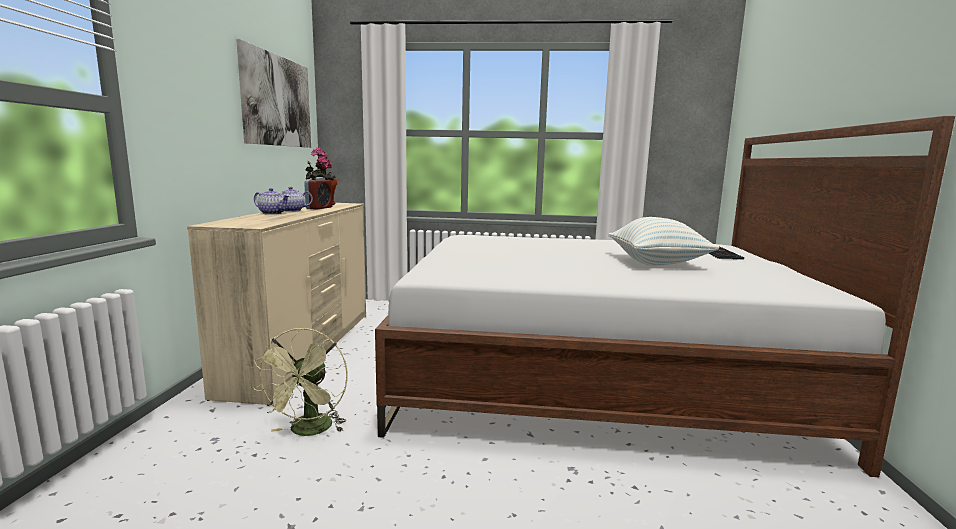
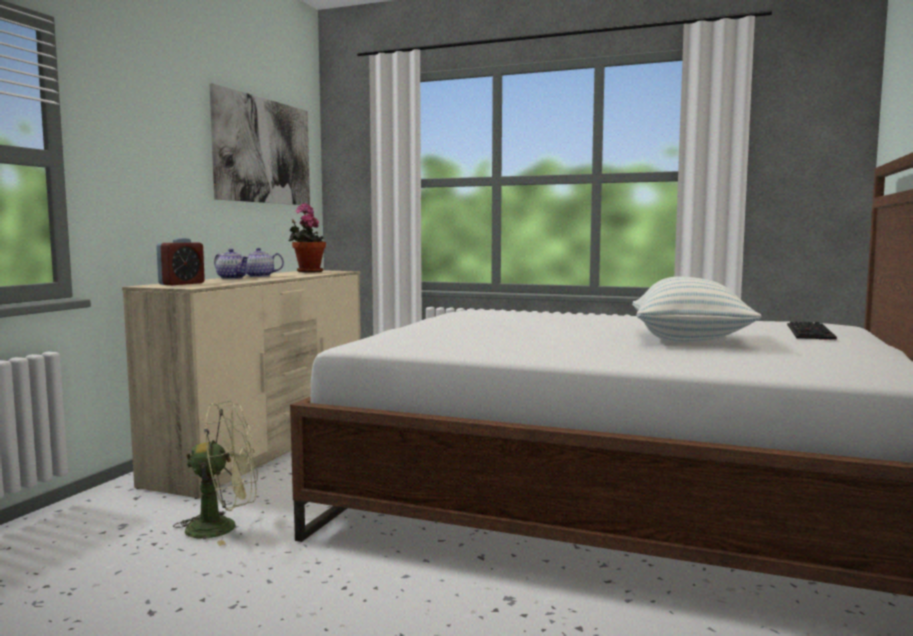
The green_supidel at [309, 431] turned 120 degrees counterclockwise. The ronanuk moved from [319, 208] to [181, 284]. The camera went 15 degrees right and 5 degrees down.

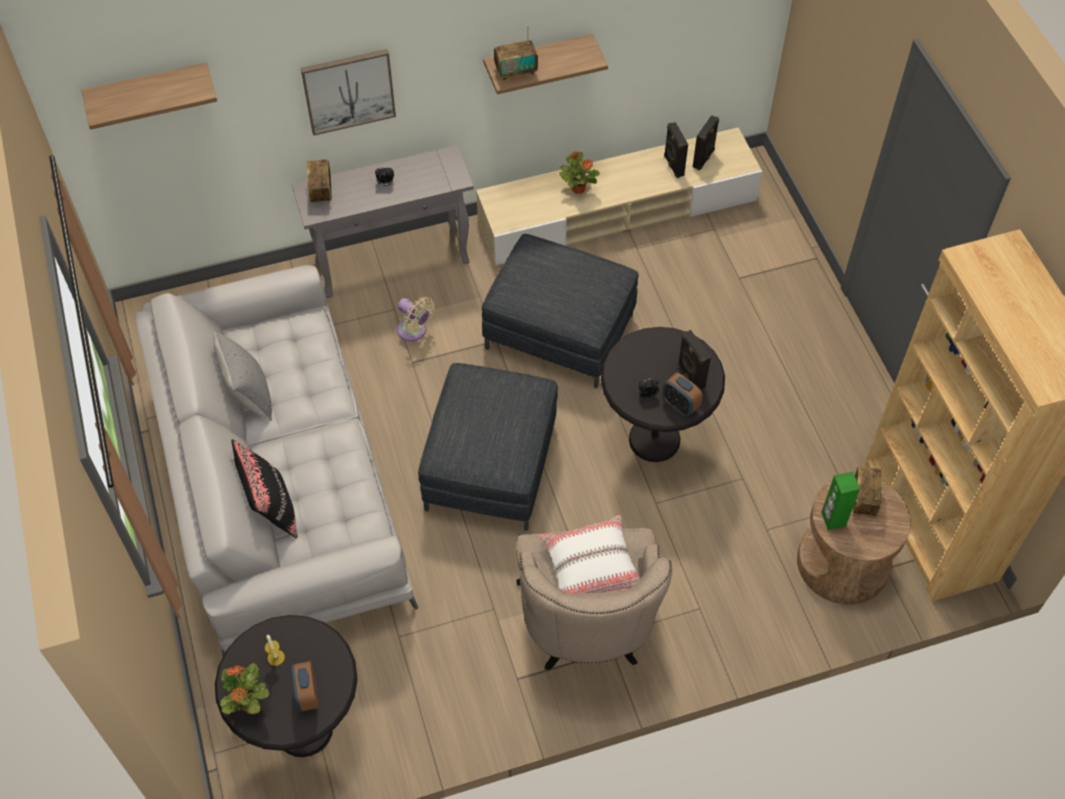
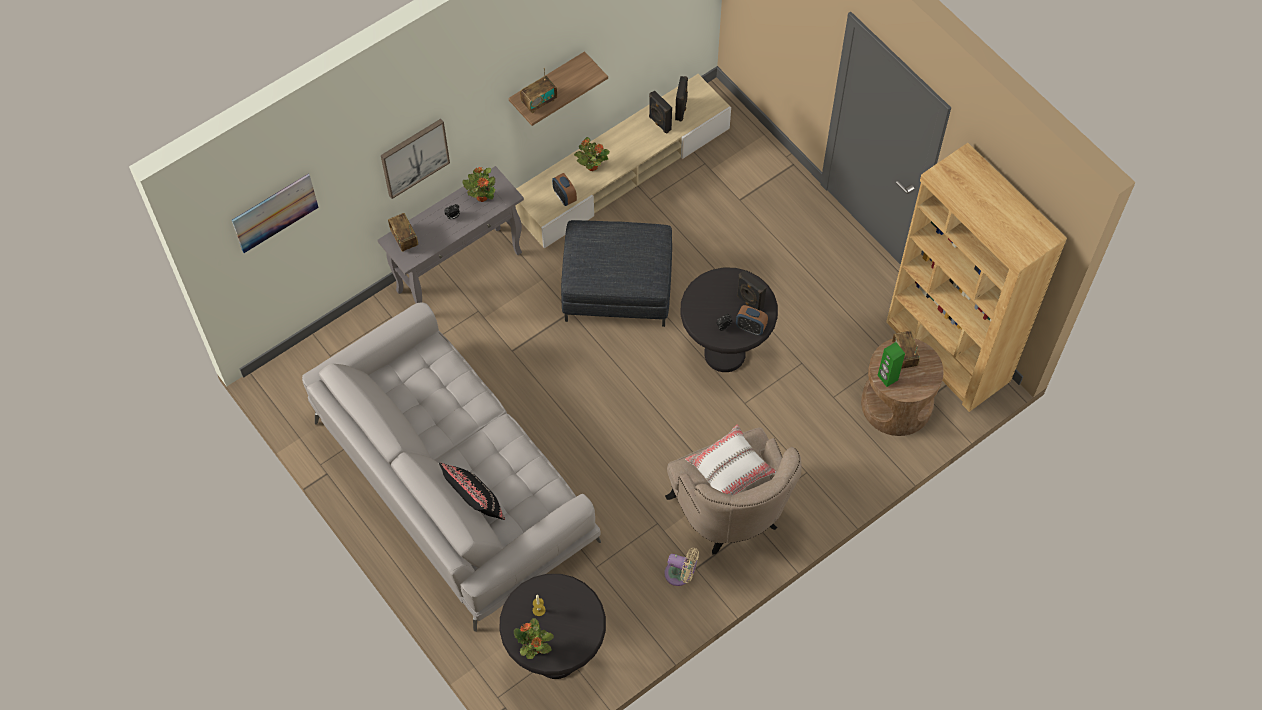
The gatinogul at [149, 91] was replaced by the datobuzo at [275, 212]. The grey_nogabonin at [249, 395] disappeared. The ronanuk moved from [307, 694] to [564, 197]. The beige_supidel moved from [414, 331] to [680, 574]. The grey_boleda at [490, 465] disappeared. The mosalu at [482, 196] appeared. The camera went 20 degrees left and 5 degrees up.

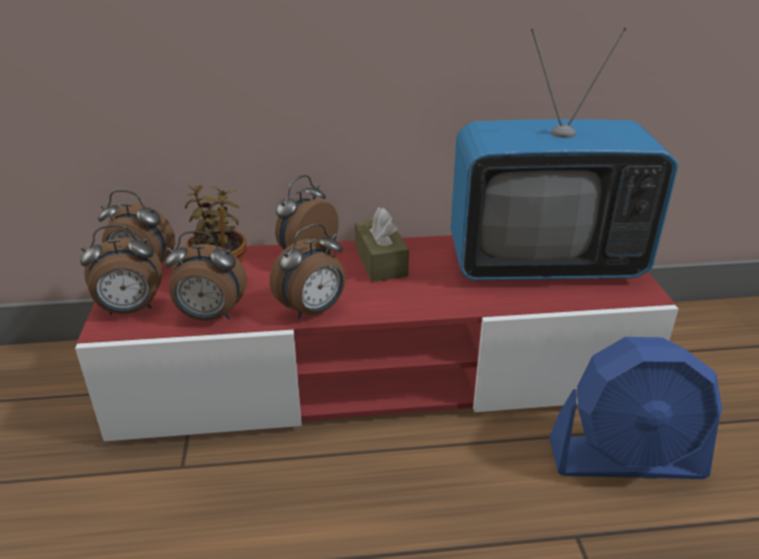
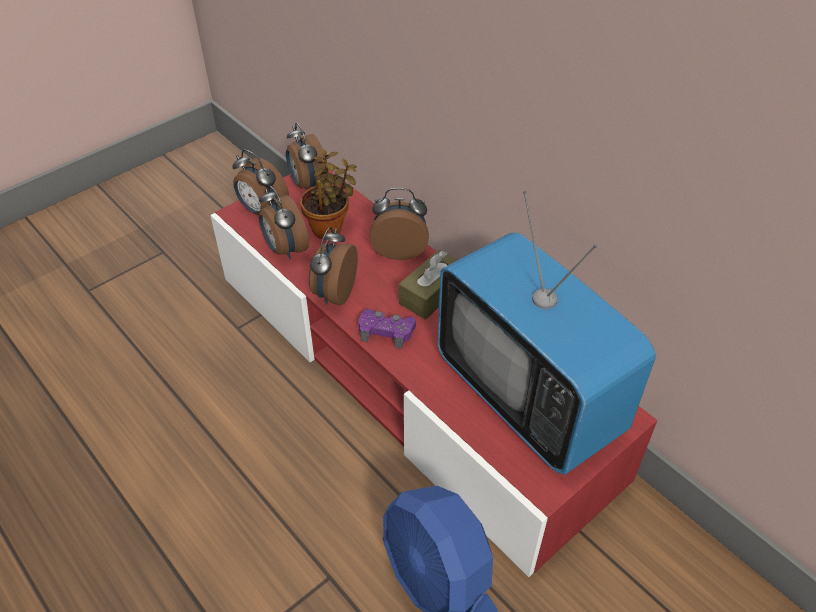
The ronanuk at [313, 310] turned 90 degrees clockwise. The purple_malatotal at [386, 332] appeared. The camera went 55 degrees right and 15 degrees up.

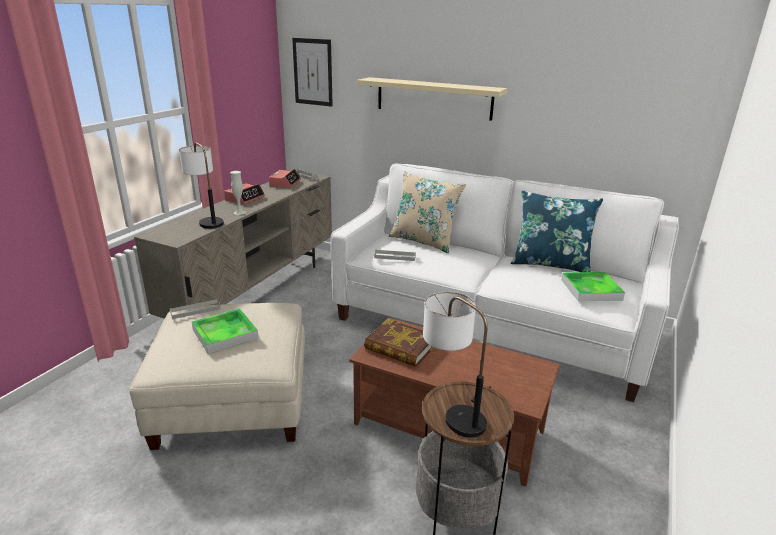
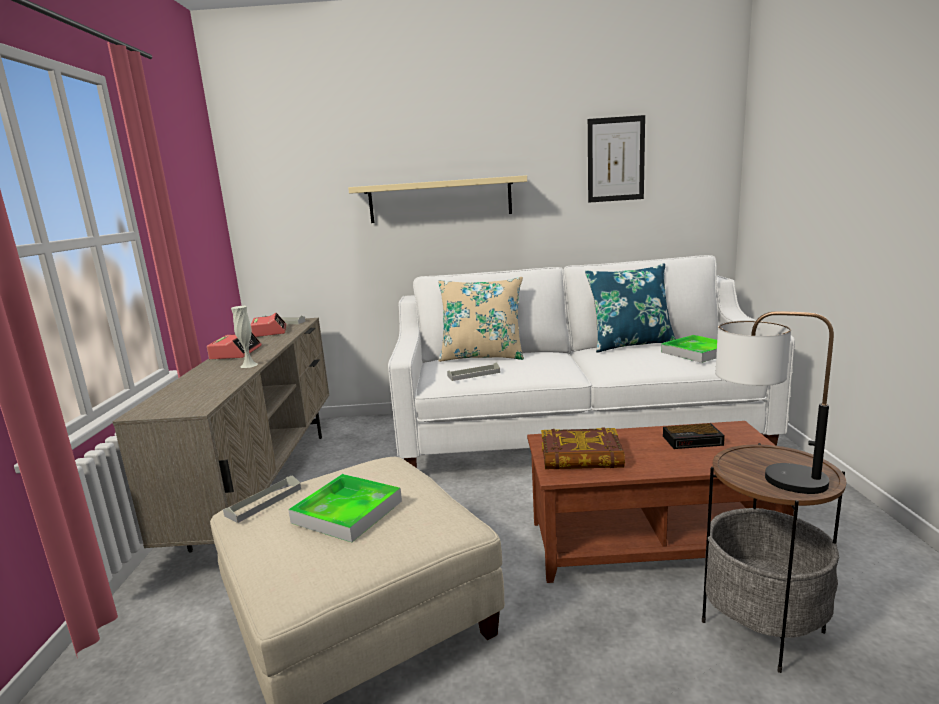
The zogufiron at [207, 220] disappeared. The datobuzo moved from [313, 72] to [615, 159]. The ronanuk at [693, 440] appeared. The camera went 25 degrees left and 10 degrees down.

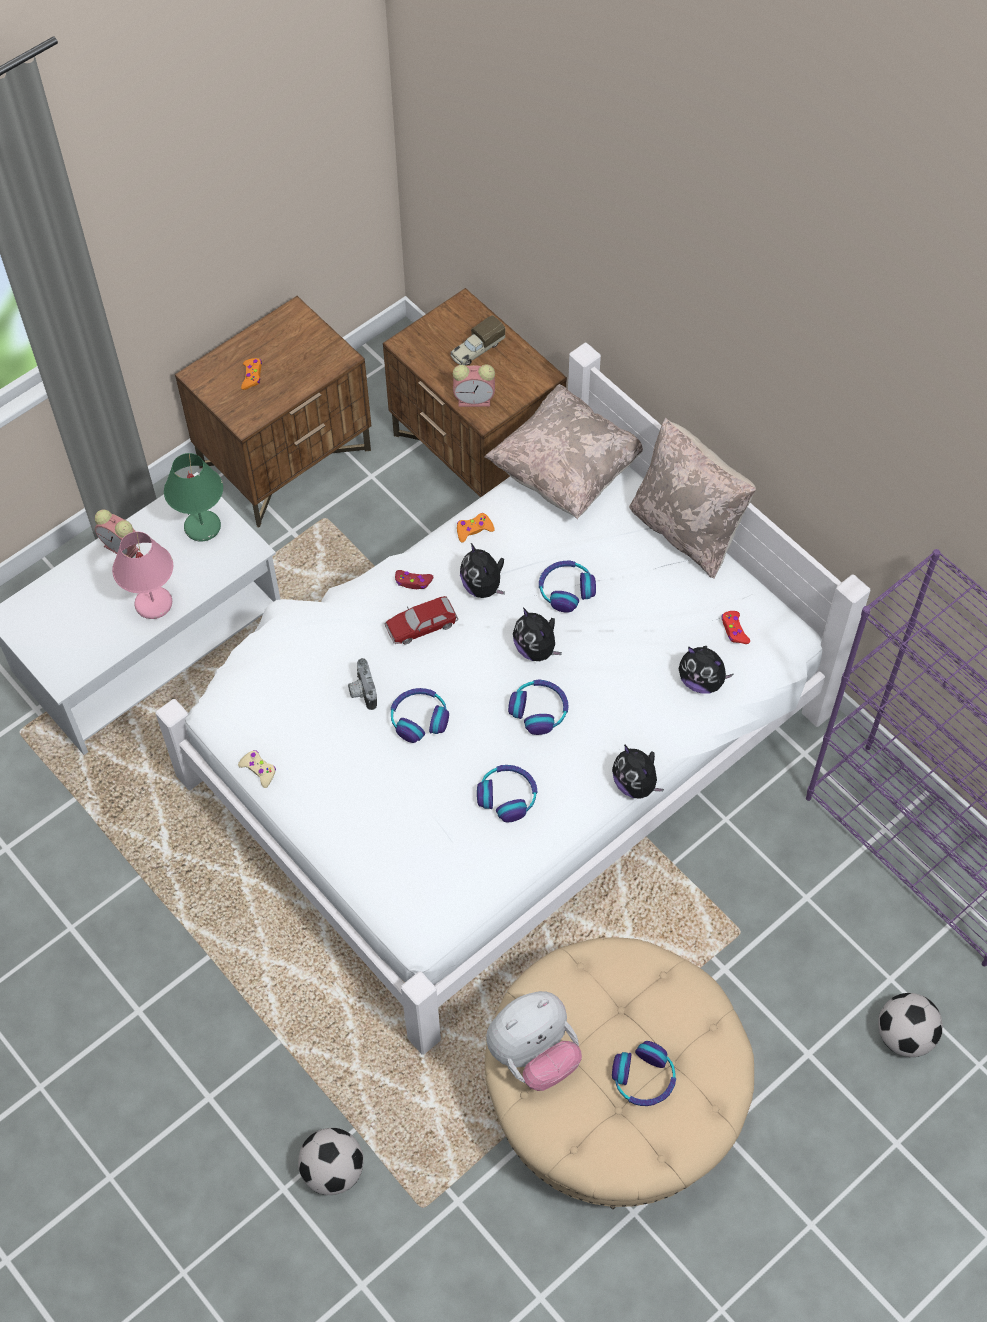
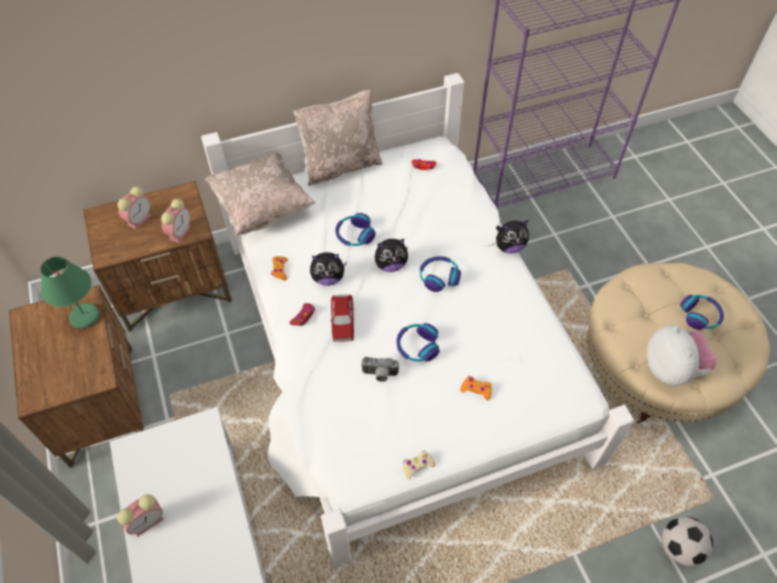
The pink_zogufiron at [153, 604] disappeared. The green_zogufiron moved from [202, 528] to [85, 317]. The orange_malatotal moved from [252, 376] to [476, 389]. The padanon at [476, 350] was replaced by the ronanuk at [140, 219]. The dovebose at [507, 796] disappeared. The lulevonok at [701, 681] disappeared. The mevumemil at [904, 1035] disappeared. The camera went 70 degrees left and 5 degrees down.

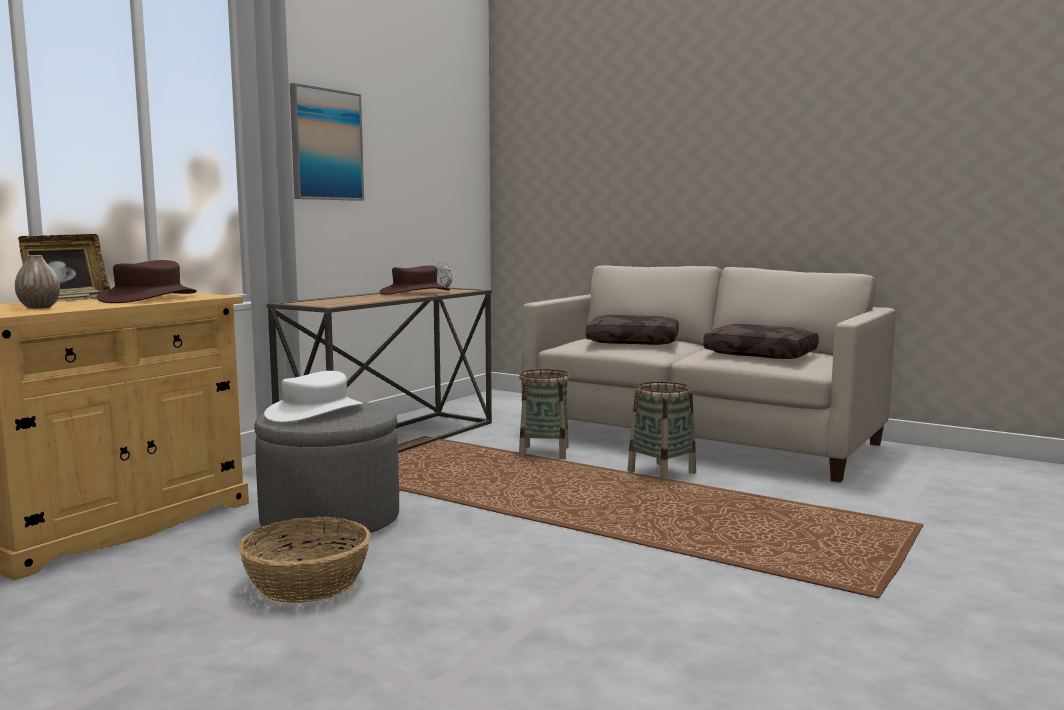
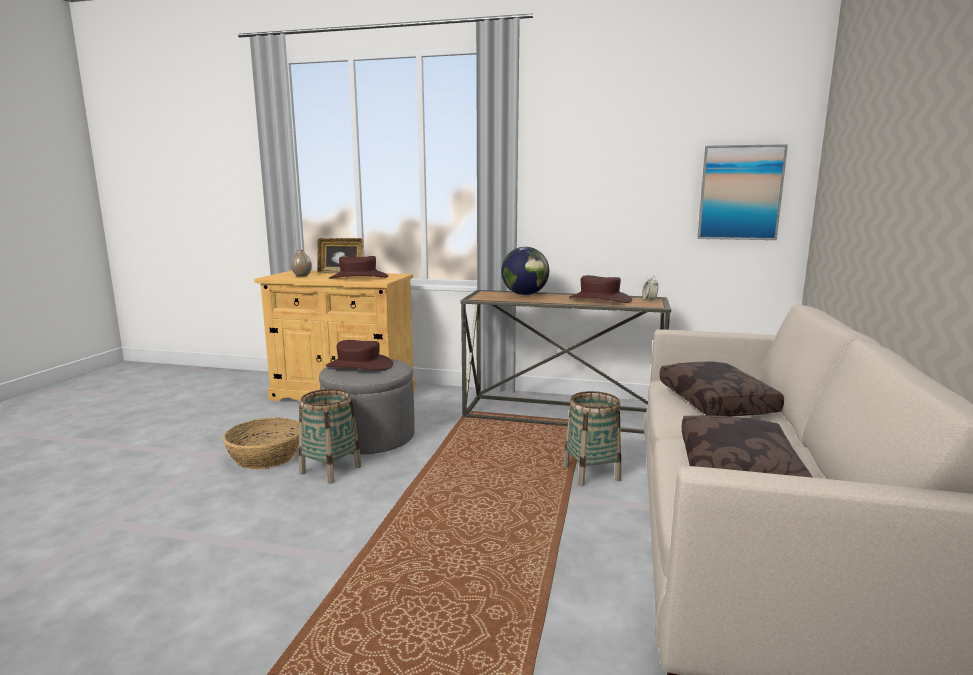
The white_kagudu at [315, 412] became the brown_kagudu at [359, 365]. The datobuzo moved from [326, 145] to [740, 193]. The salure moved from [661, 472] to [330, 470]. The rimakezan at [525, 294] appeared. The camera went 70 degrees right and 5 degrees up.

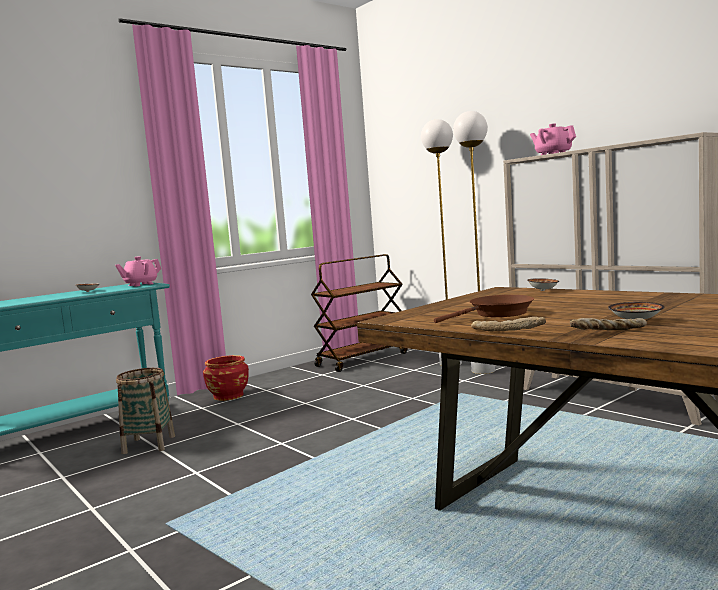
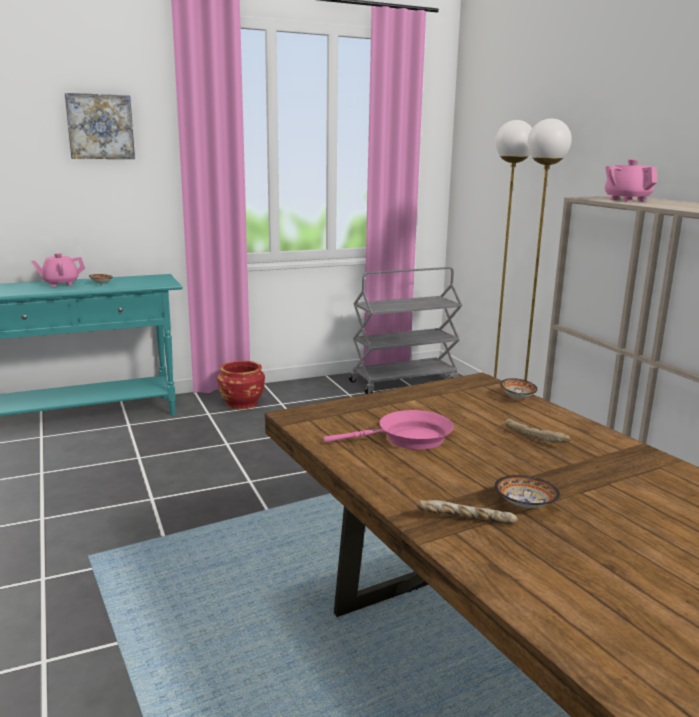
The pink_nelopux moved from [140, 284] to [60, 284]. The salure at [149, 444] disappeared. The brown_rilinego at [362, 359] became the grey_rilinego at [404, 381]. The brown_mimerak at [497, 314] became the pink_mimerak at [408, 439]. The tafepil moved from [507, 331] to [535, 438]. The datobuzo at [100, 127] appeared. The camera went 15 degrees right and 10 degrees up.

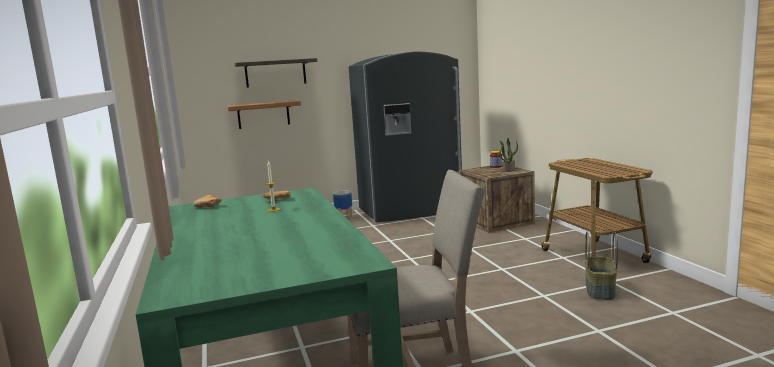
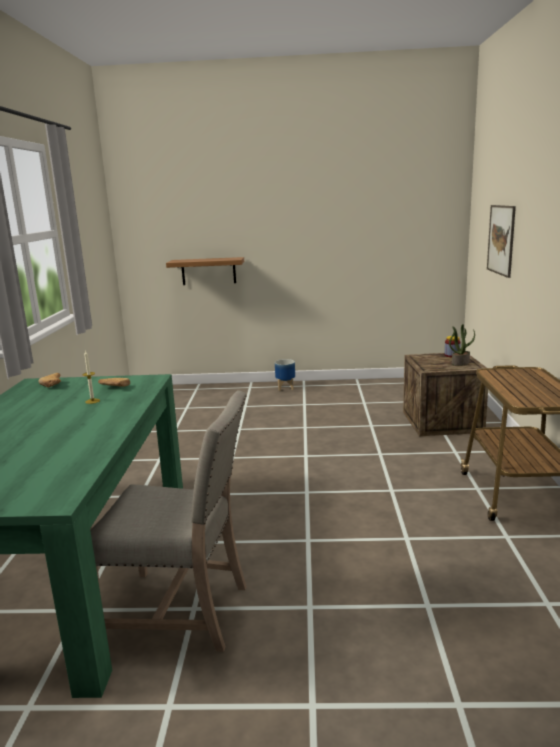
The gatinogul at [275, 73] disappeared. The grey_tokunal at [410, 210] disappeared. The salure at [599, 290] disappeared. The datobuzo at [501, 240] appeared. The camera went 20 degrees right and 5 degrees up.

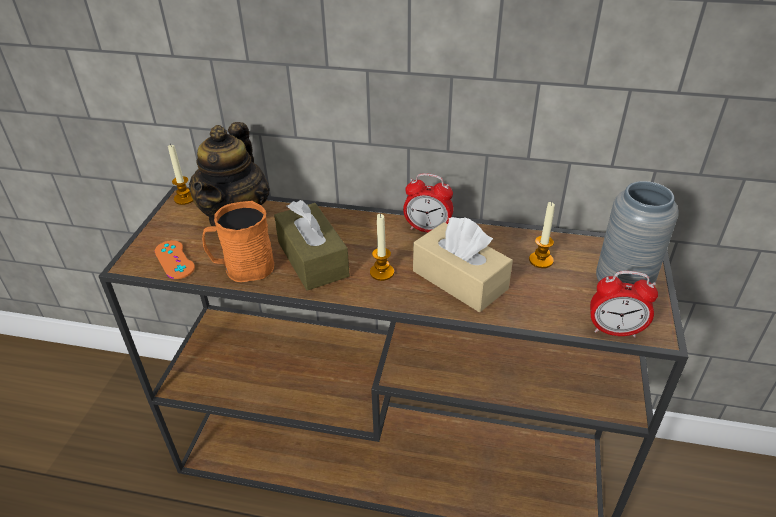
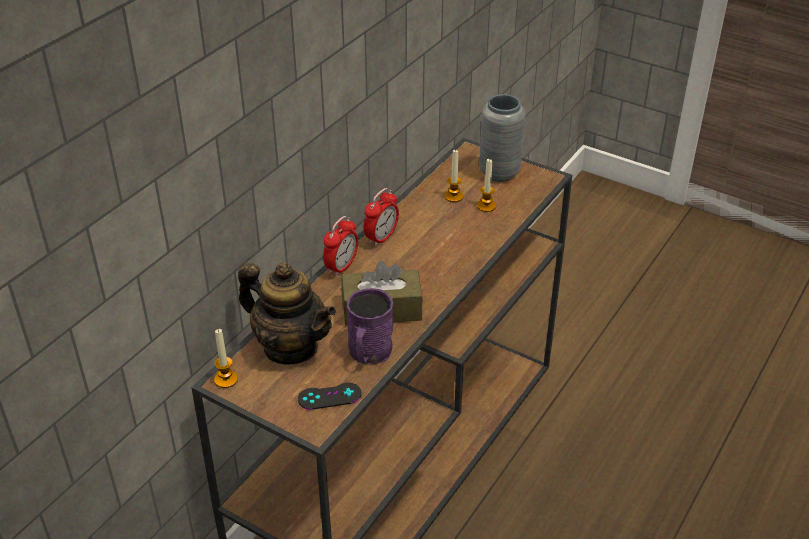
The orange_malatotal at [174, 259] became the black_malatotal at [329, 396]. The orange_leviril at [242, 267] became the purple_leviril at [369, 353]. The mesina moved from [382, 272] to [486, 206]. The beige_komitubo at [459, 280] disappeared. The ronanuk moved from [614, 330] to [341, 267]. The camera went 70 degrees left and 0 degrees up.

